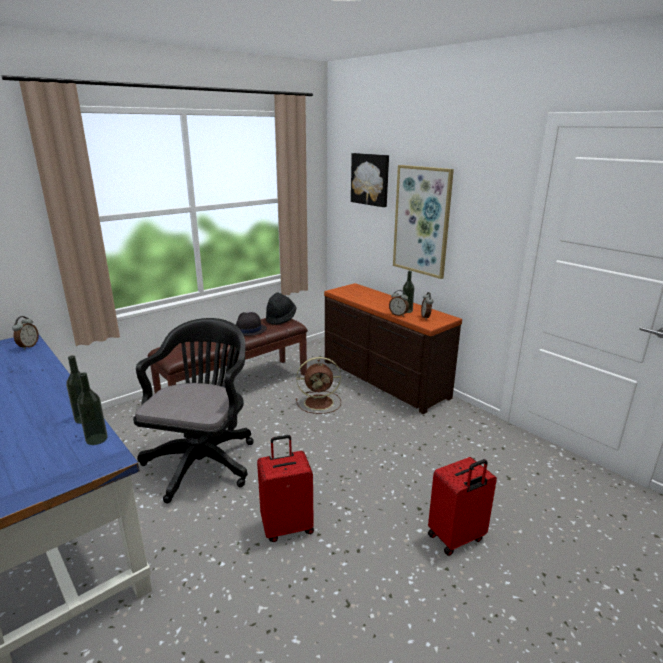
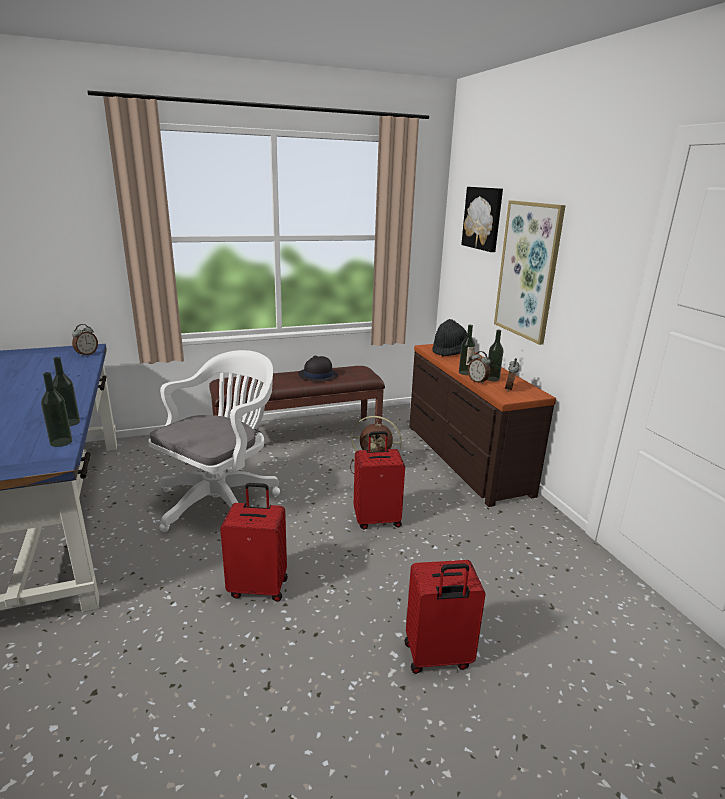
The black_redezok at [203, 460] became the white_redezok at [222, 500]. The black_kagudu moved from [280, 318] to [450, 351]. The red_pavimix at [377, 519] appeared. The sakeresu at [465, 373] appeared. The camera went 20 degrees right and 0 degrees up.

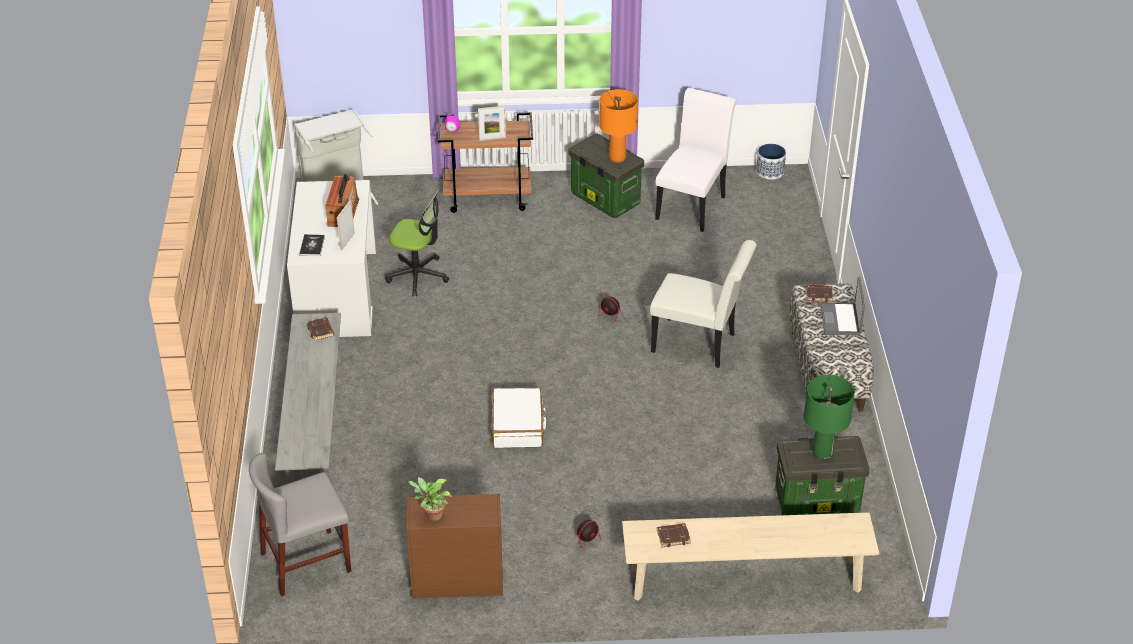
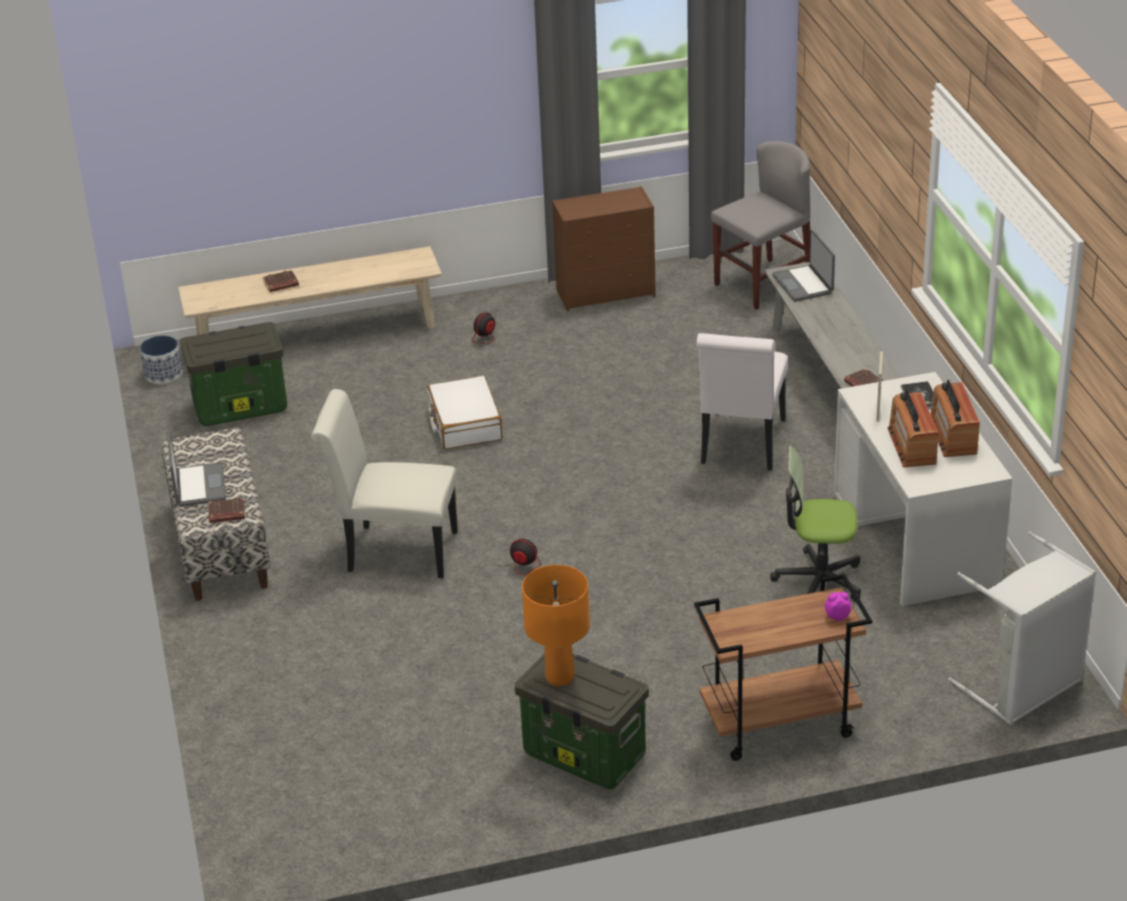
The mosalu at [431, 515] disappeared. The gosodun at [492, 139] disappeared. The white_pavimix moved from [518, 426] to [465, 424]. The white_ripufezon moved from [693, 205] to [742, 446]. The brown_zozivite moved from [673, 536] to [281, 284]. The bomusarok moved from [770, 172] to [163, 374]. The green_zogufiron at [822, 452] disappeared. The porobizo at [804, 284] appeared. The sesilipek at [952, 435] appeared. The camera went 170 degrees right and 5 degrees down.

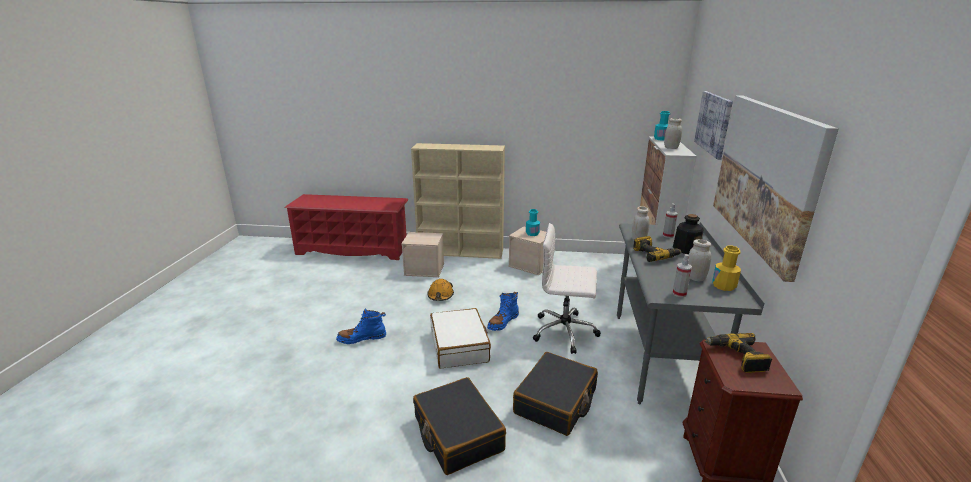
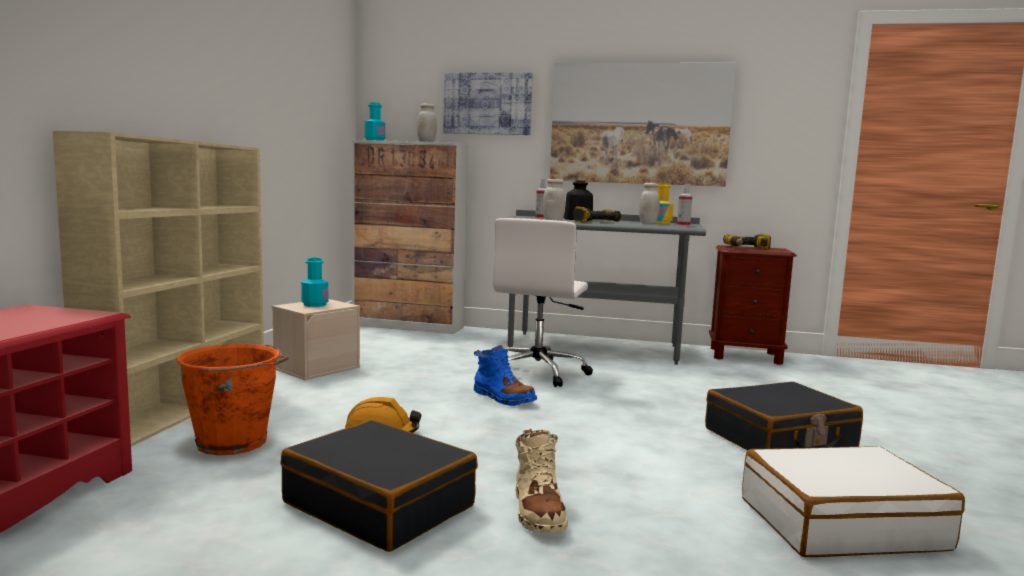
The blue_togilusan at [362, 338] became the beige_togilusan at [538, 511]. The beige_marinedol at [425, 269] was replaced by the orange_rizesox at [234, 443]. The white_pavimix moved from [459, 346] to [840, 523]. The black_pavimix moved from [556, 402] to [380, 504]. The camera went 85 degrees left and 15 degrees down.

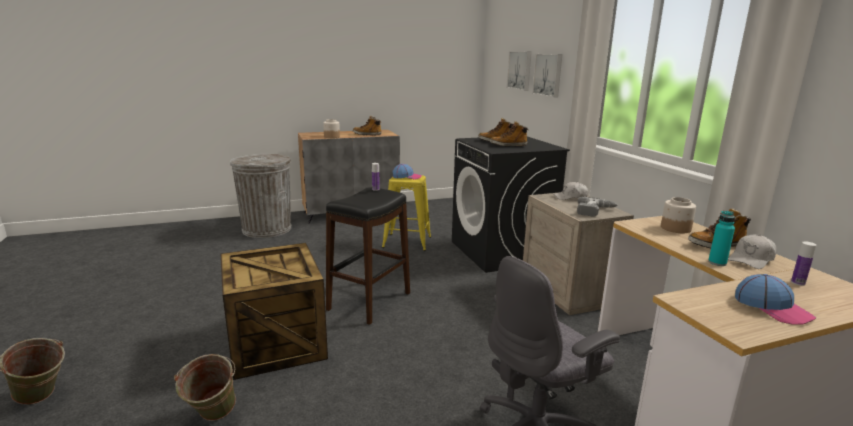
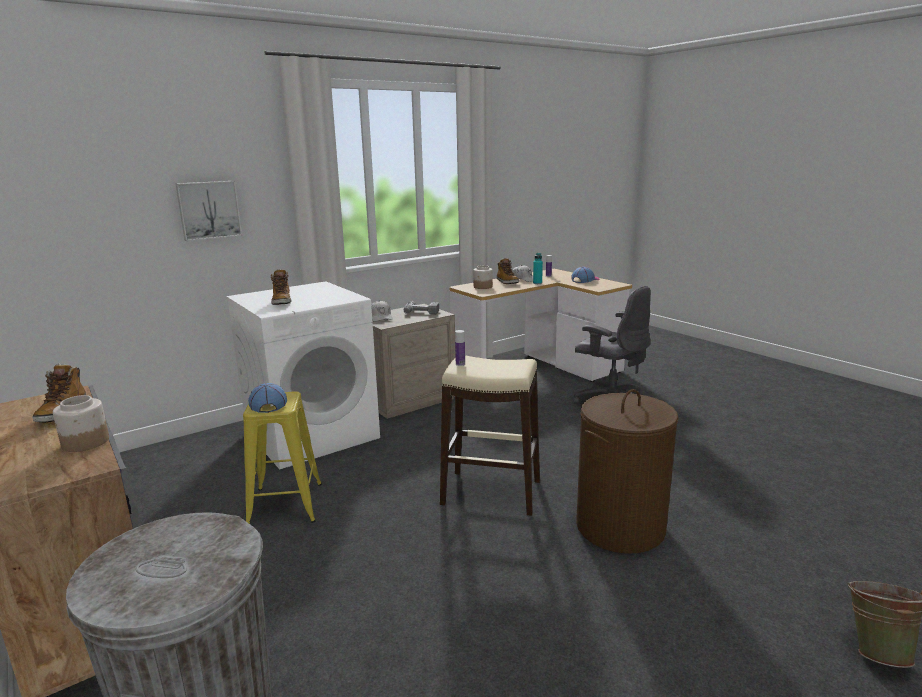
The green_rizesox at [212, 419] disappeared. The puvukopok at [274, 342] was replaced by the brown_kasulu at [620, 527]. The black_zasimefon at [369, 301] became the beige_zasimefon at [491, 492]. The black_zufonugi at [501, 252] became the white_zufonugi at [313, 434]. The togilusan at [508, 145] disappeared. The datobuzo at [520, 70] disappeared. The camera went 105 degrees left and 0 degrees up.

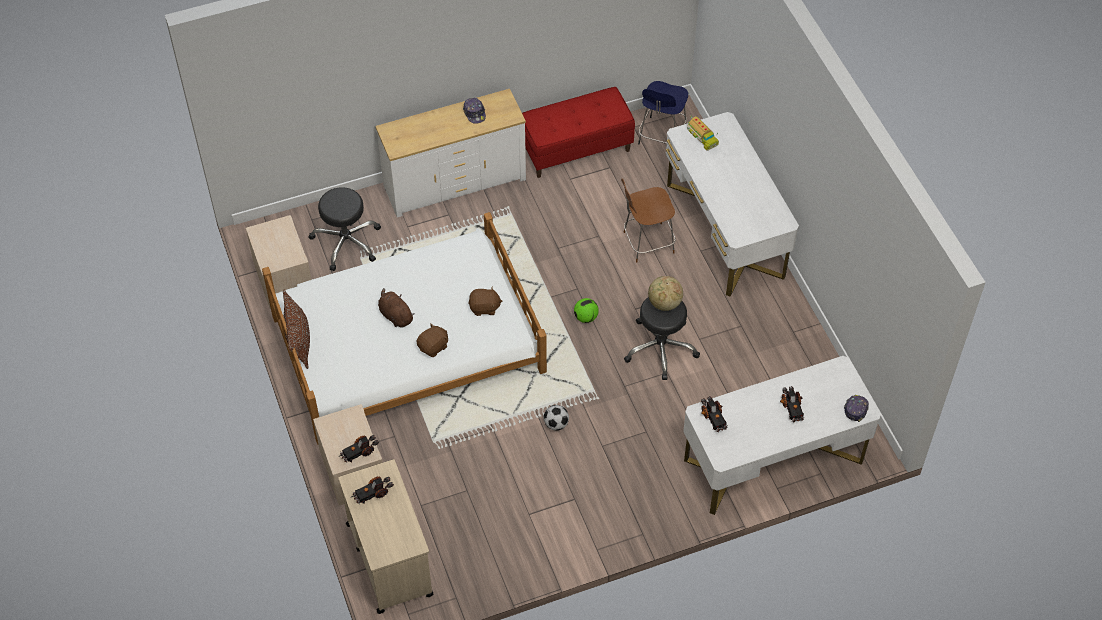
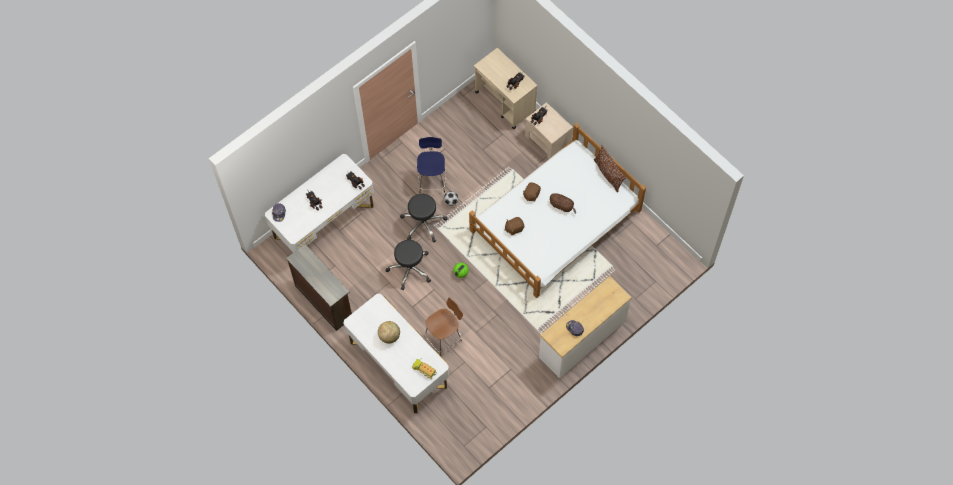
The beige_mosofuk at [283, 278] disappeared. The black_zasimefon moved from [347, 242] to [423, 223]. The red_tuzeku at [576, 148] disappeared. The blue_zasimefon moved from [661, 137] to [432, 180]. The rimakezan moved from [664, 303] to [389, 336]. The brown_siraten at [324, 301] appeared. The camera went 160 degrees right and 10 degrees up.

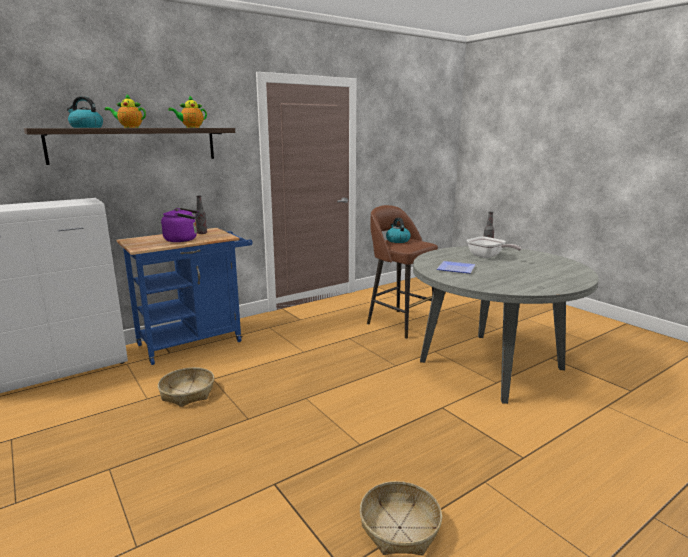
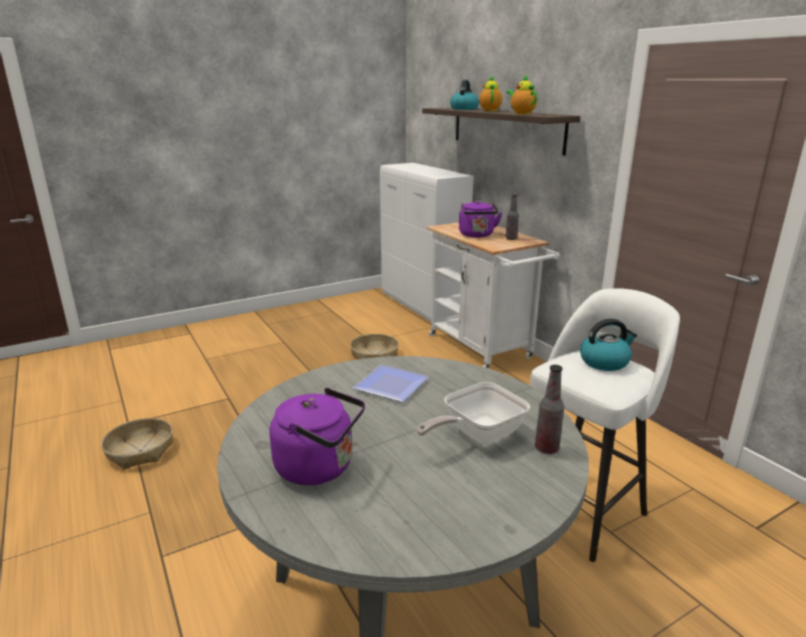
The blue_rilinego at [196, 341] became the white_rilinego at [483, 349]. The brown_zasimefon at [400, 323] became the white_zasimefon at [581, 509]. The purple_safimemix at [319, 467] appeared. The camera went 95 degrees right and 5 degrees up.

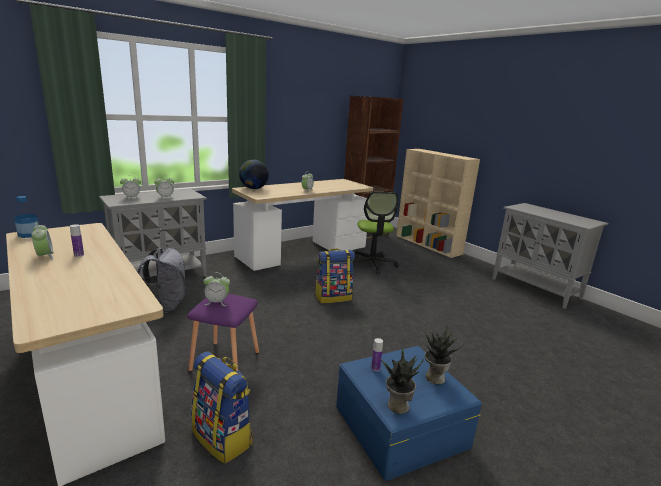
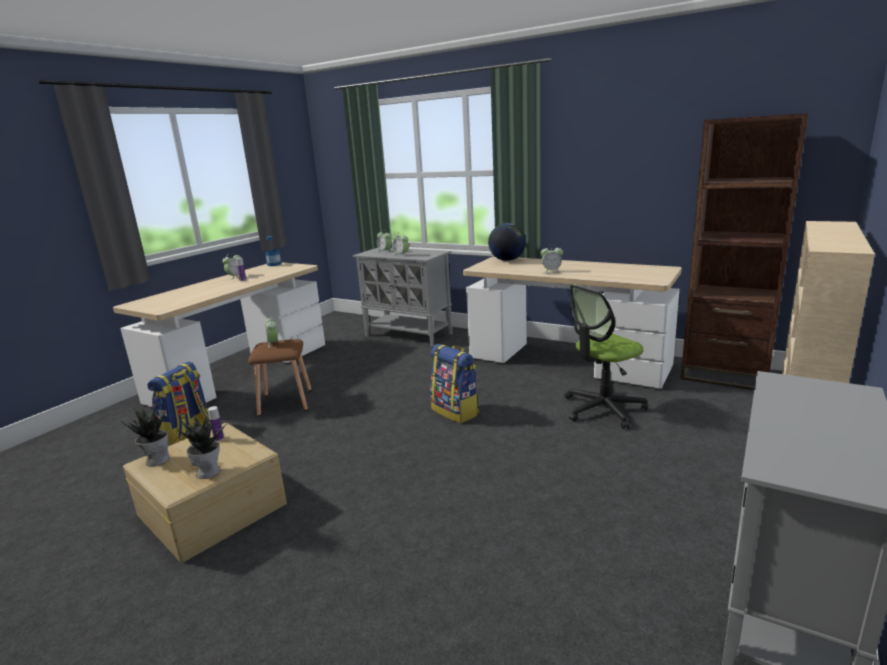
The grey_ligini at [165, 306] disappeared. The purple_zasimefon at [226, 361] became the brown_zasimefon at [286, 402]. The blue_marinedol at [399, 426] became the beige_marinedol at [212, 508]. The camera went 70 degrees right and 0 degrees up.

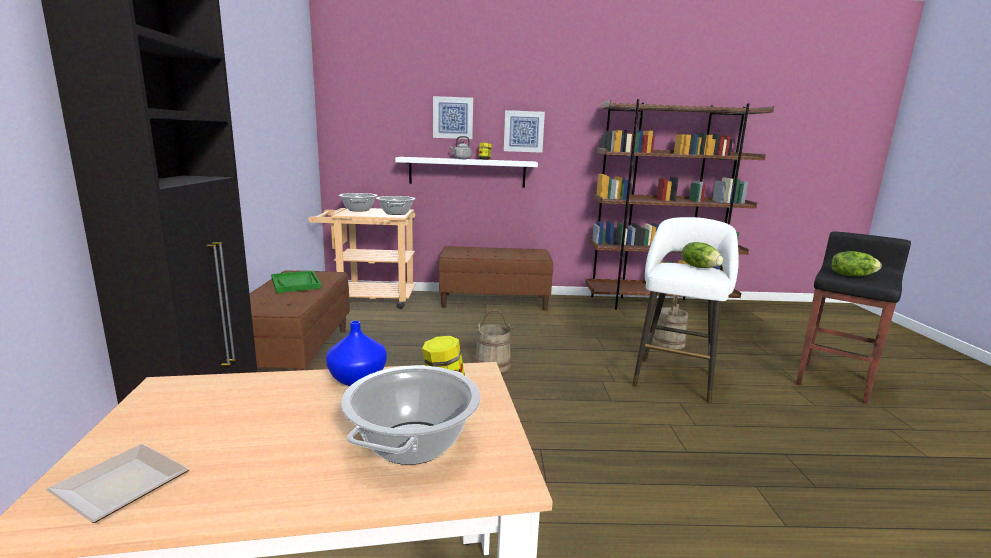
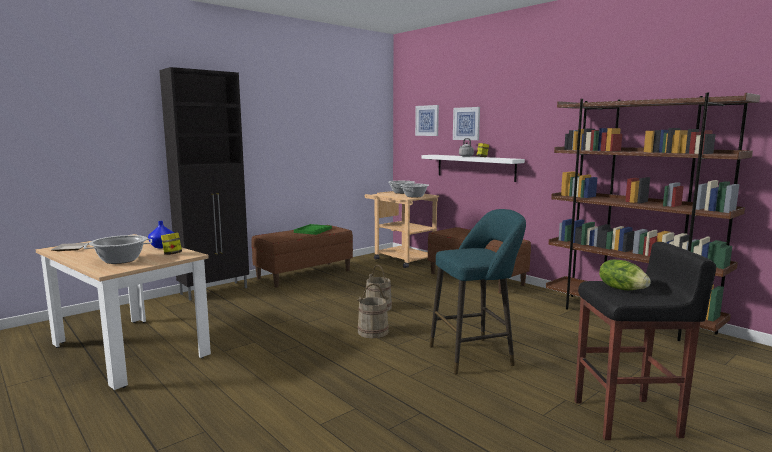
The datobuzo moved from [523, 131] to [427, 120]. The white_zasimefon at [674, 377] became the turquoise_zasimefon at [475, 355]. The beige_rizesox moved from [668, 342] to [373, 332]. The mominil at [699, 267] disappeared. The camera went 50 degrees right and 5 degrees down.

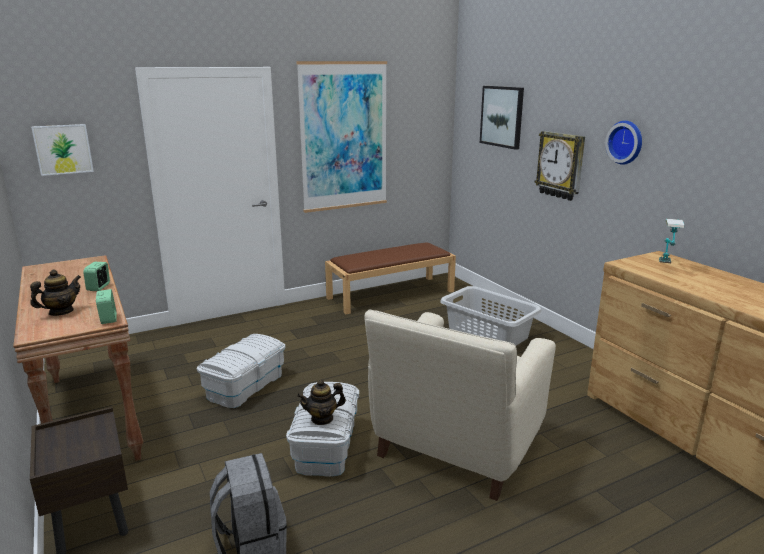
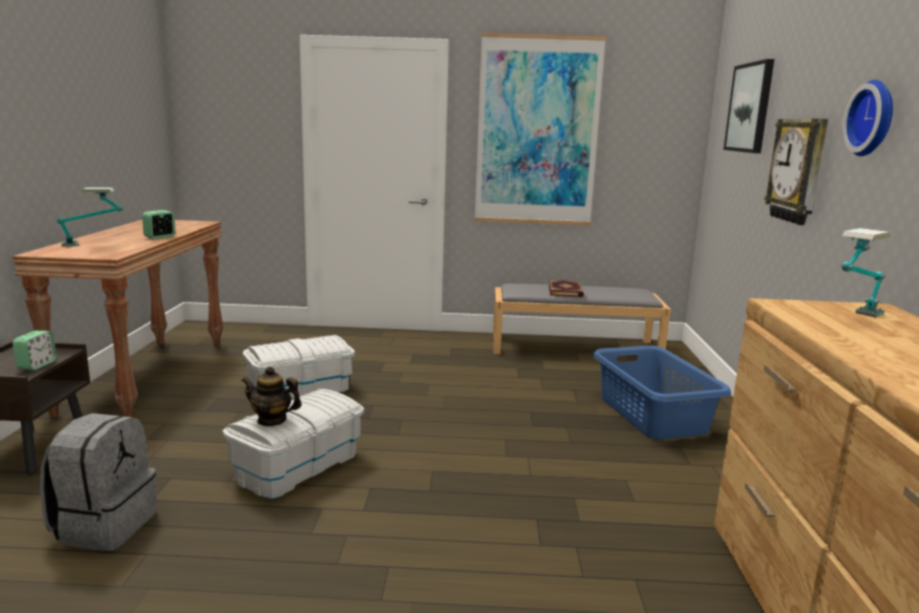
The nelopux at [61, 312] was replaced by the zogufiron at [93, 245]. The datobuzo at [63, 149] disappeared. The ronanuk moved from [108, 319] to [37, 365]. The brown_tuzeku at [391, 294] became the grey_tuzeku at [575, 347]. The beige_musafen at [455, 447] disappeared. The grey_kasulu at [487, 333] became the blue_kasulu at [652, 414]. The zozivite at [566, 291] appeared. The camera went 30 degrees right and 5 degrees down.

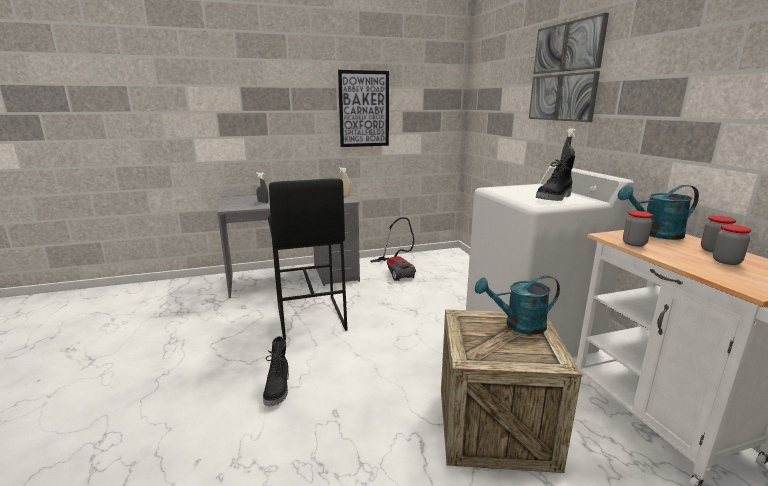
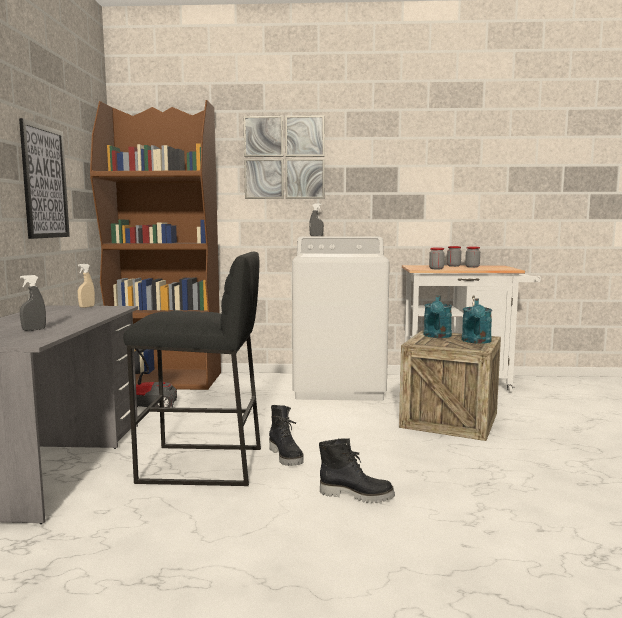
The black_togilusan moved from [554, 198] to [286, 456]. The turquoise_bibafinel moved from [655, 234] to [476, 341]. The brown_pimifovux at [165, 380] appeared. The camera went 70 degrees left and 10 degrees down.

